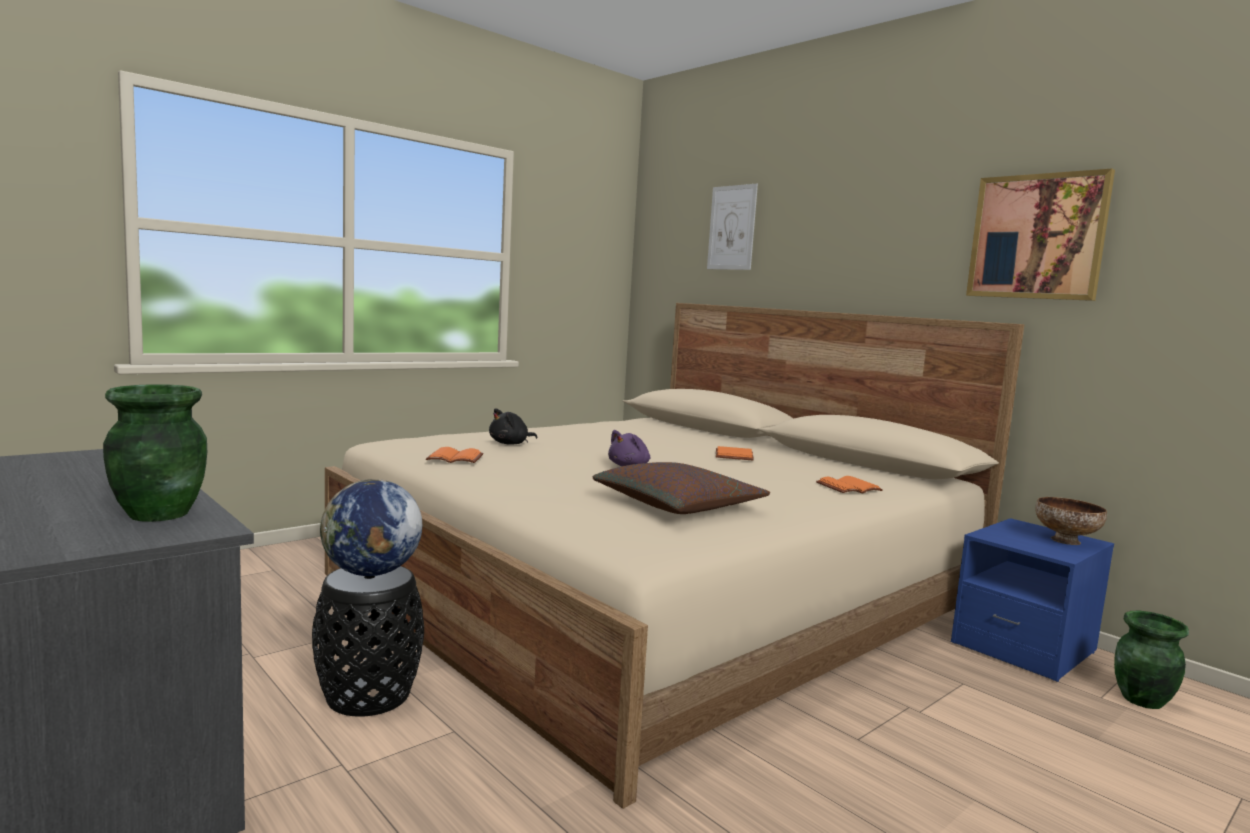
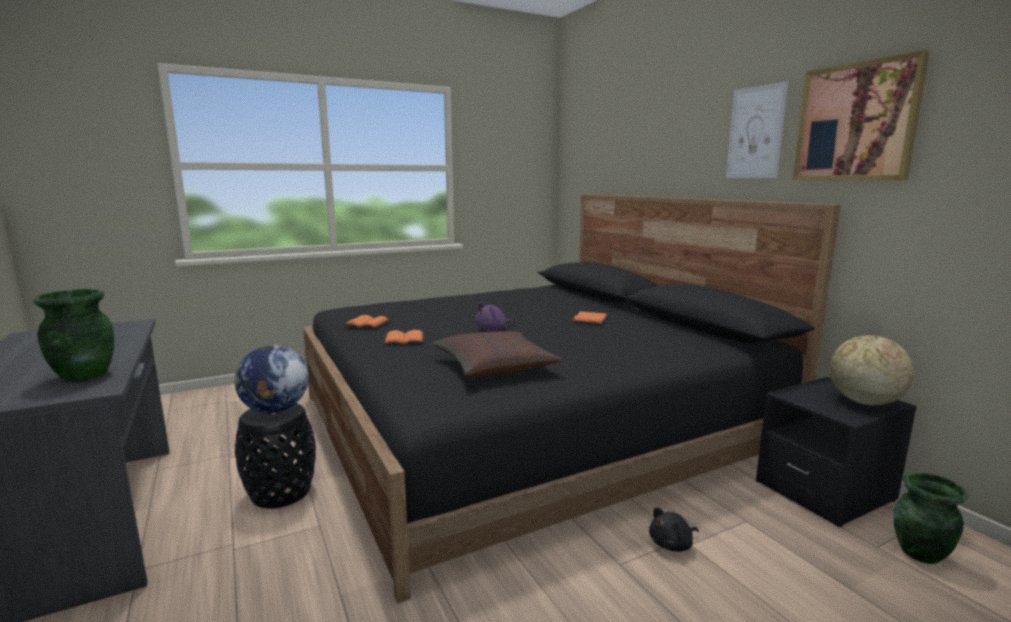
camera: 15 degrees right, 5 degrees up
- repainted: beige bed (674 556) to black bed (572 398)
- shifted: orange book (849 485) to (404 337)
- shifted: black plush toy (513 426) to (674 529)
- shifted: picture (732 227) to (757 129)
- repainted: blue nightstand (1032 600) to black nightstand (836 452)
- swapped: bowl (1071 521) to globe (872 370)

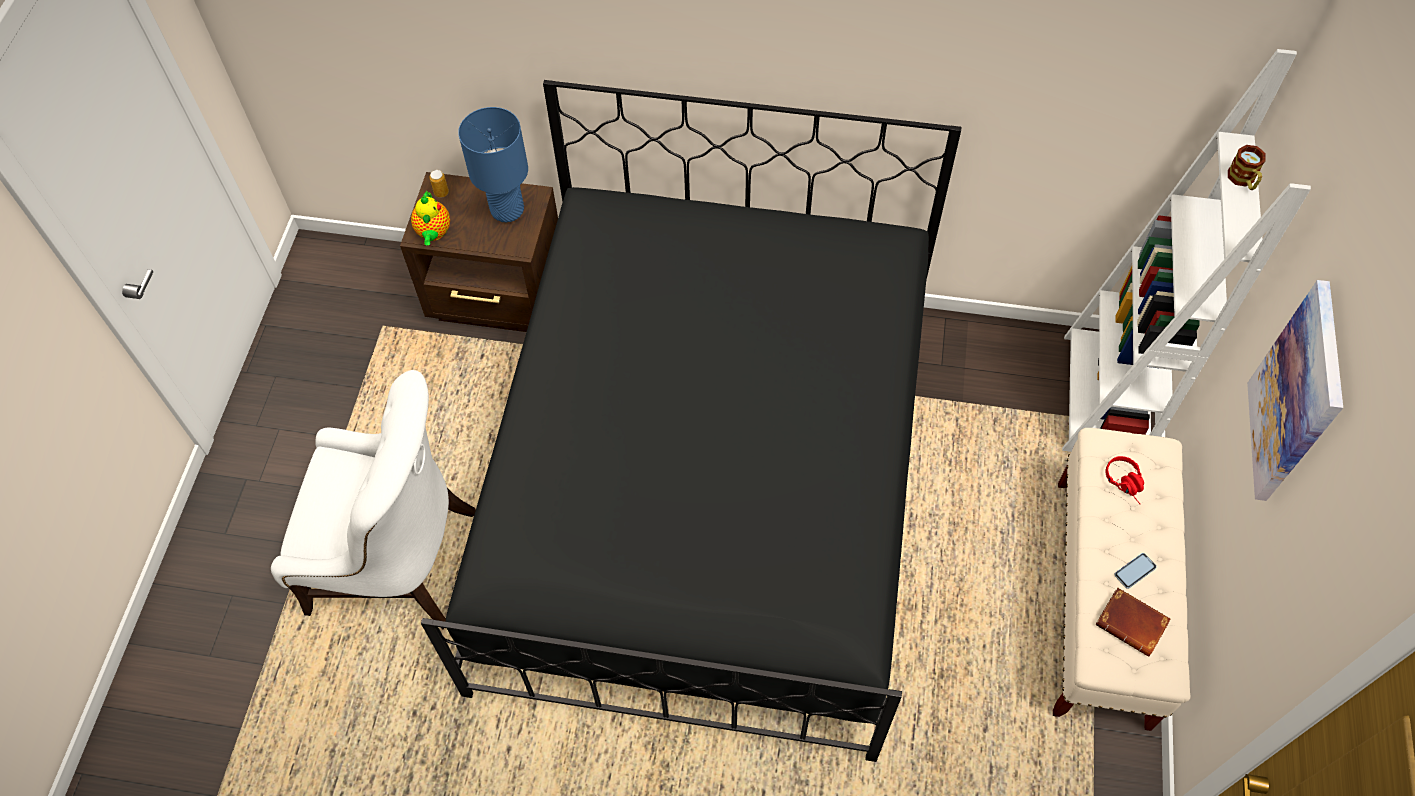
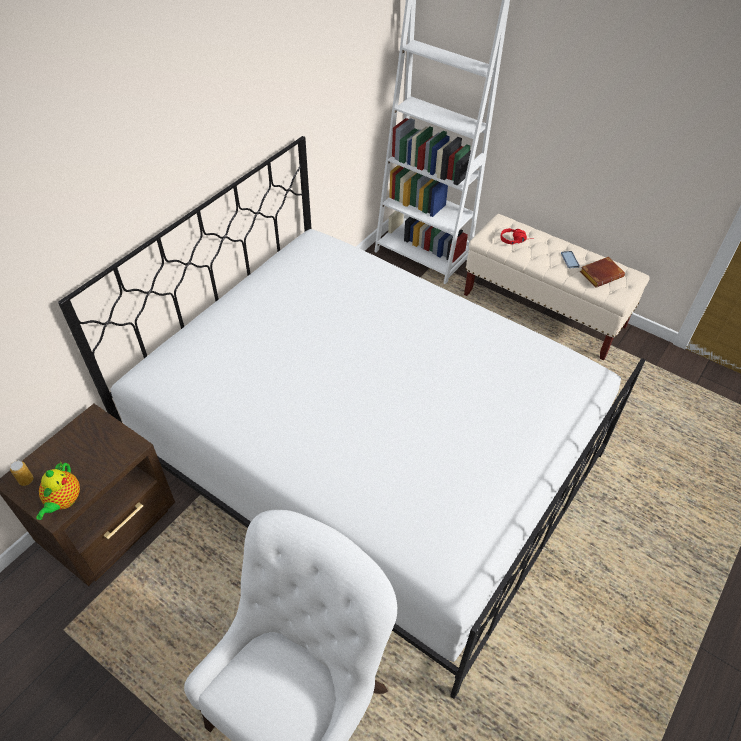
camera: 65 degrees left, 10 degrees down
- rotated: teapot (430 217) = (58 491) 75 degrees clockwise
- repainted: black bed (691 421) to white bed (352 417)
- gone: blue table lamp (493 165)
- gone: mug (1246 167)
- gone: picture (1295 390)

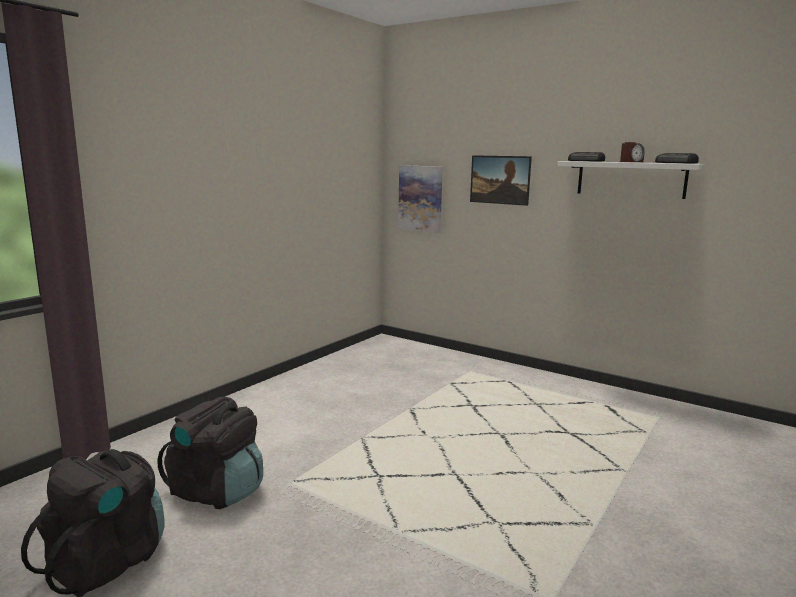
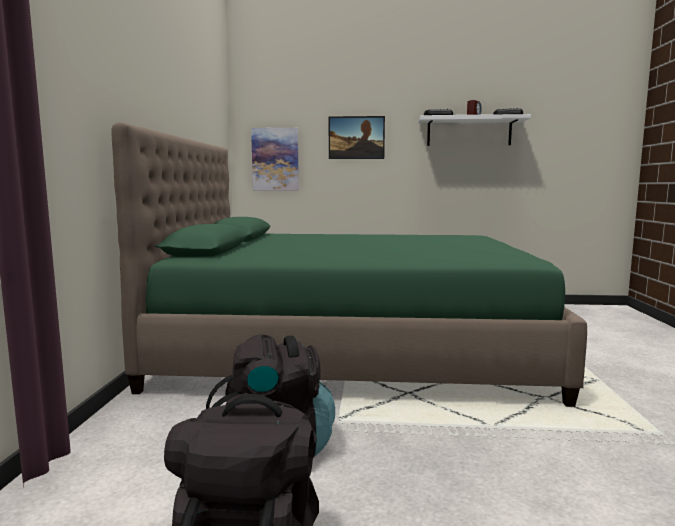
camera: 30 degrees left, 5 degrees down
- new: green bed (349 264)

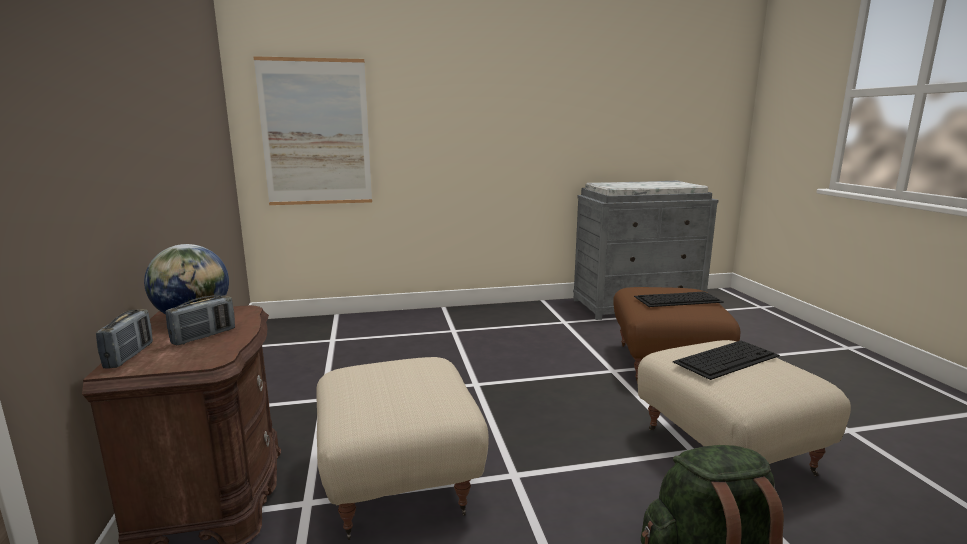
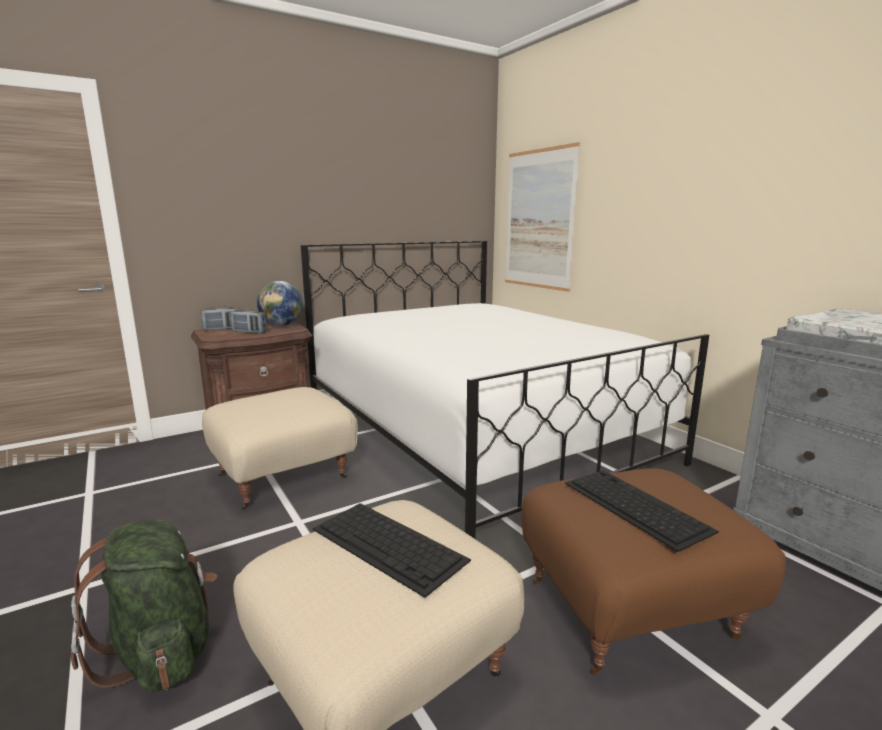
camera: 70 degrees right, 0 degrees up
- new: white bed (505 390)

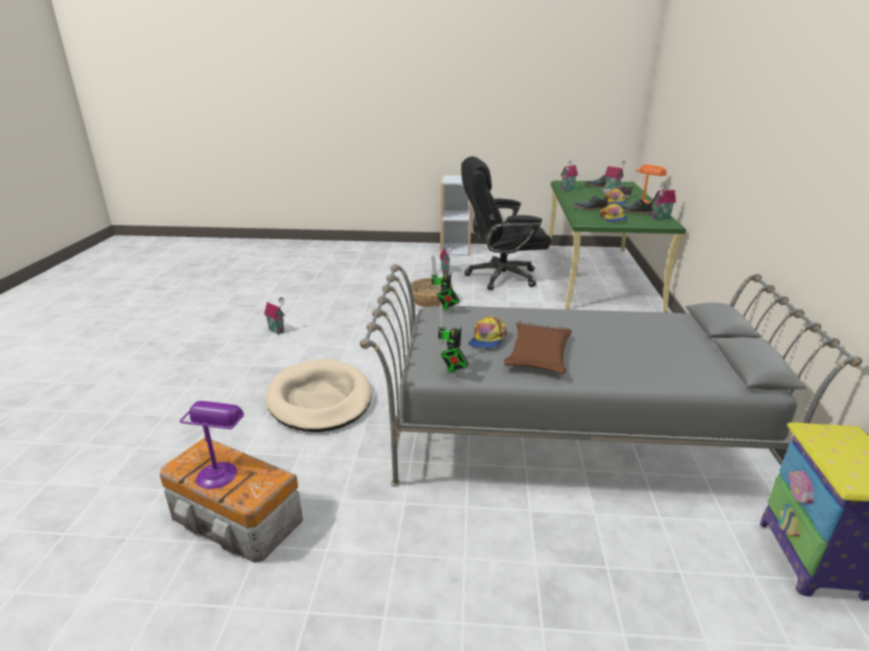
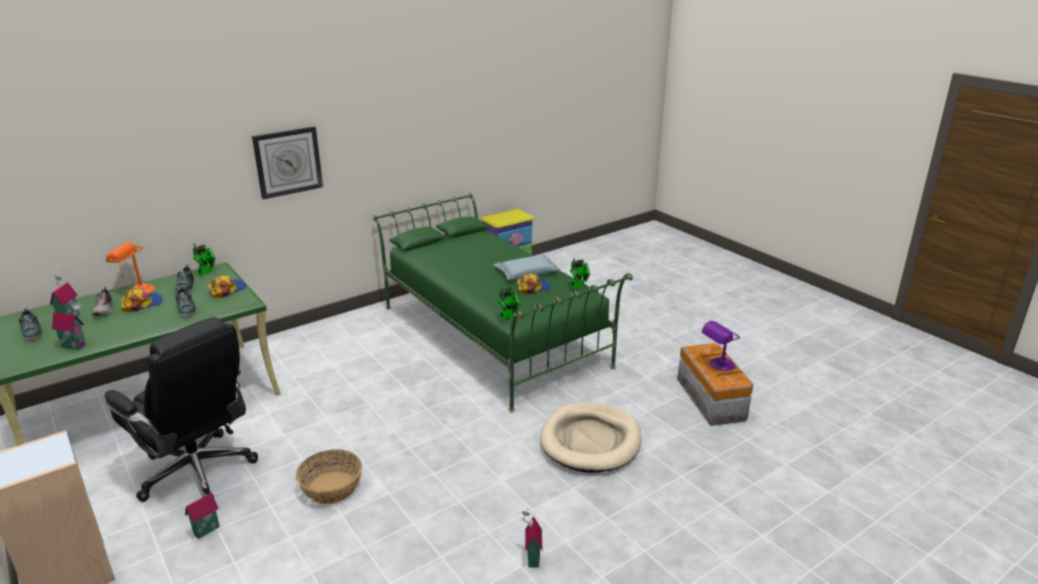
camera: 130 degrees left, 0 degrees up
- swapped: toy house (664 202) to toy robot (204 259)
- new: wall clock (287 162)
- repainted: grey bed (611 375) to green bed (503 302)
- repainted: brown pillow (538 347) to blue pillow (526 267)

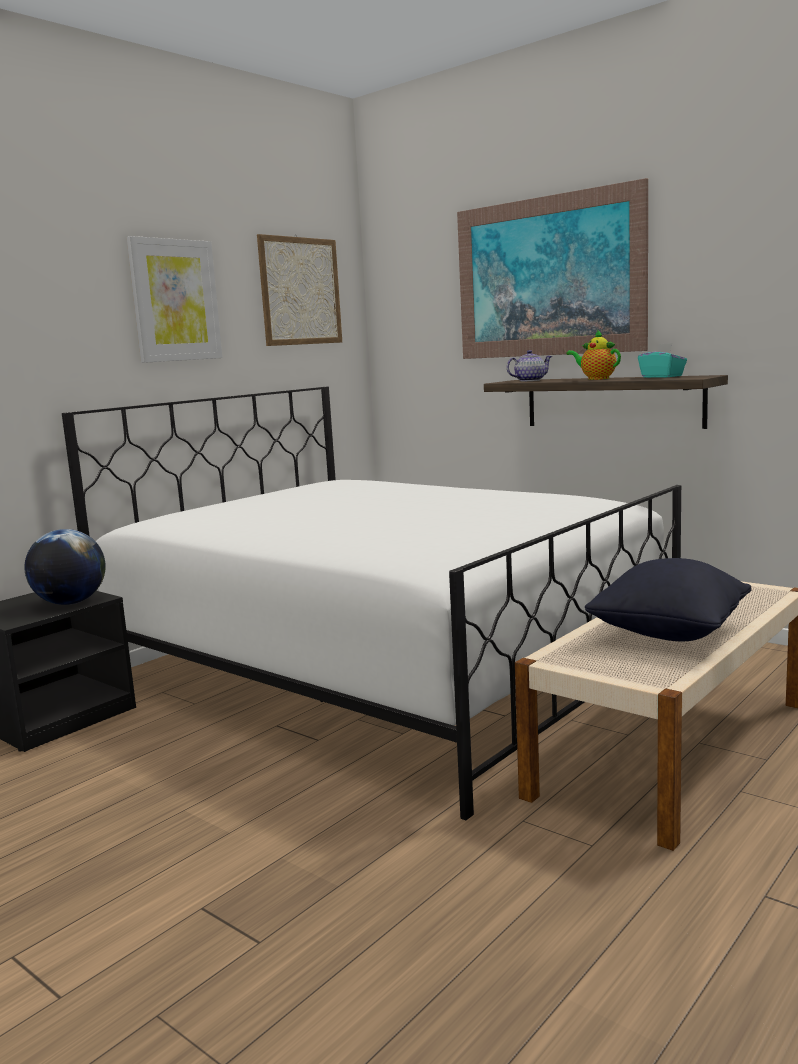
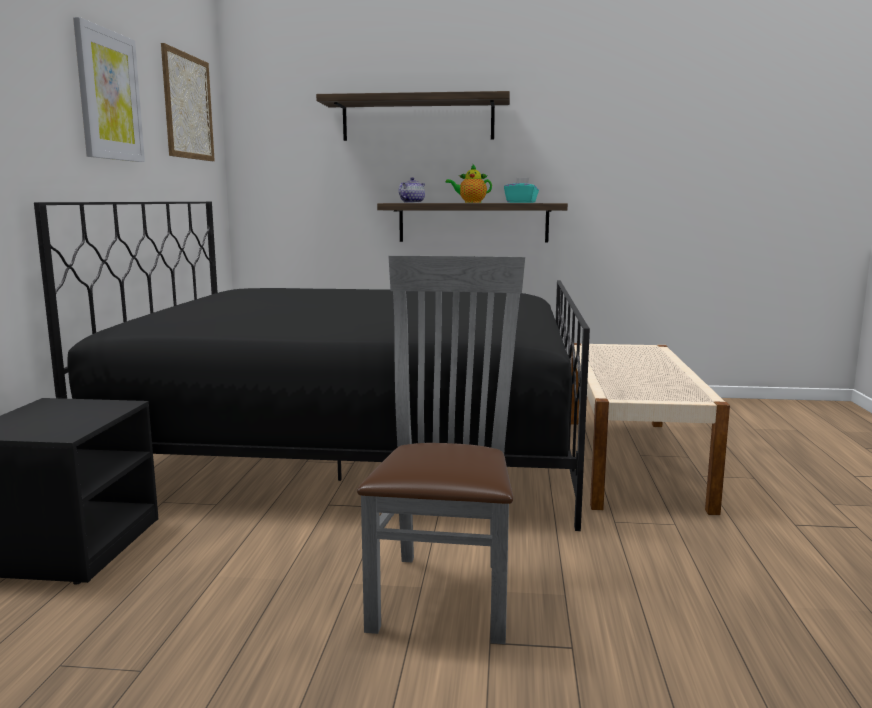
camera: 35 degrees left, 0 degrees up
- repainted: white bed (371 604) to black bed (312 366)
- swapped: picture (552 268) to shelf (413 116)
- new: grey chair (441 450)
- gone: globe (65 567)
- gone: black pillow (668 599)

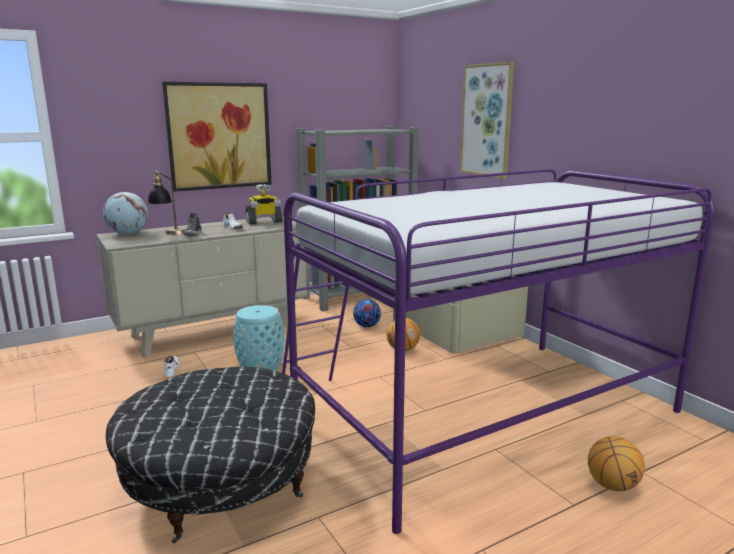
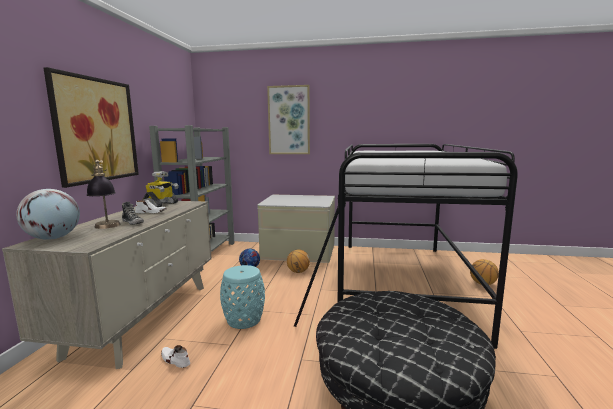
camera: 50 degrees left, 5 degrees down
- repainted: purple bed (498 351) to black bed (406 246)

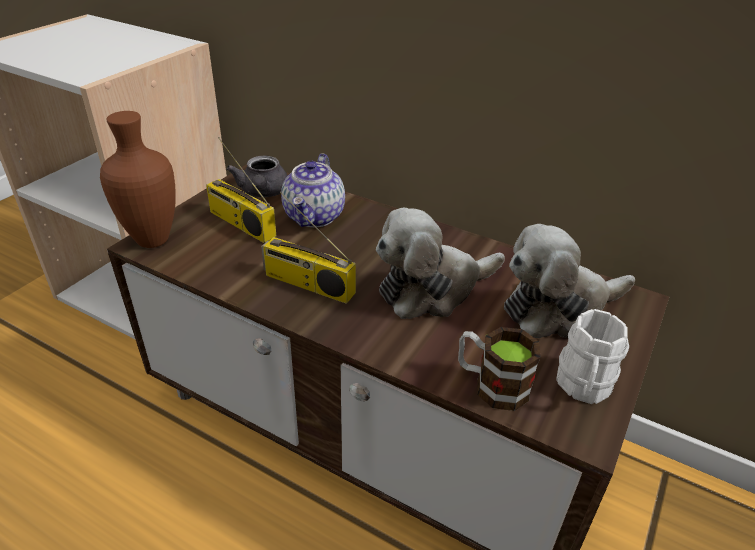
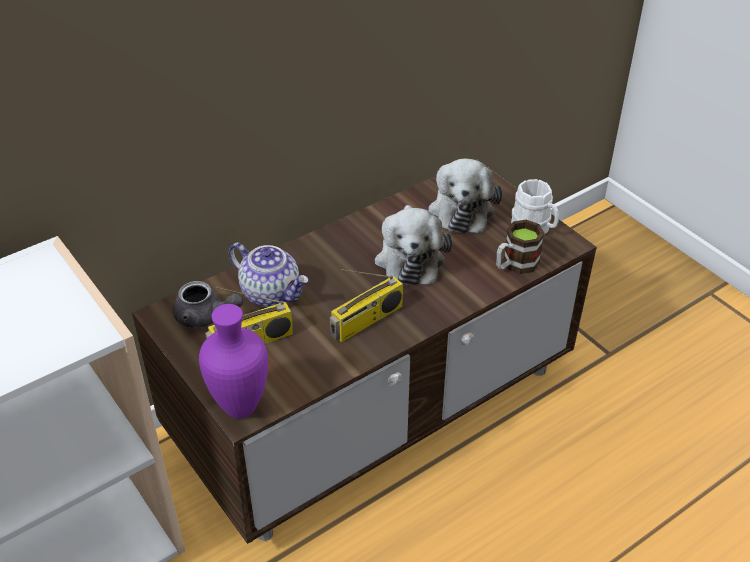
camera: 65 degrees left, 5 degrees up
- repainted: brown vase (138 179) to purple vase (233 361)

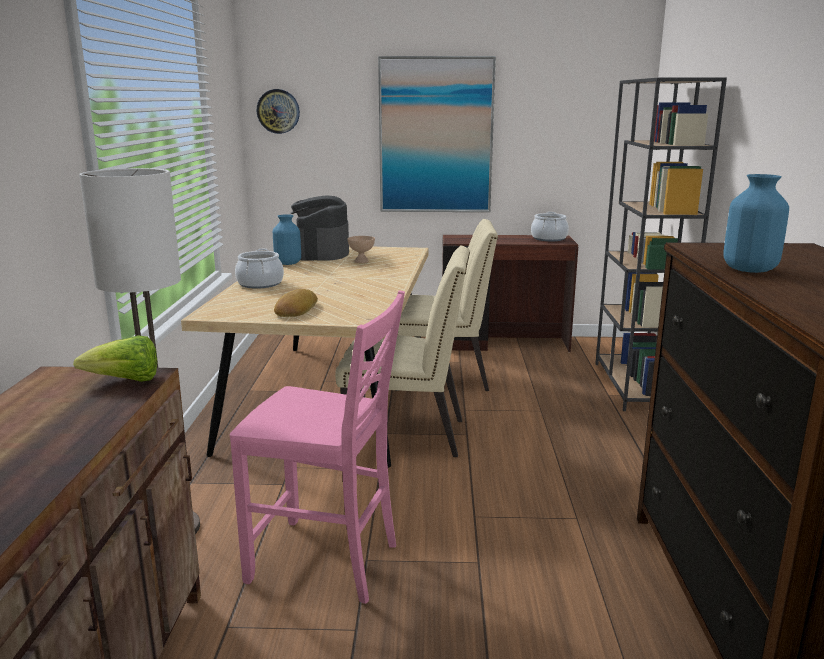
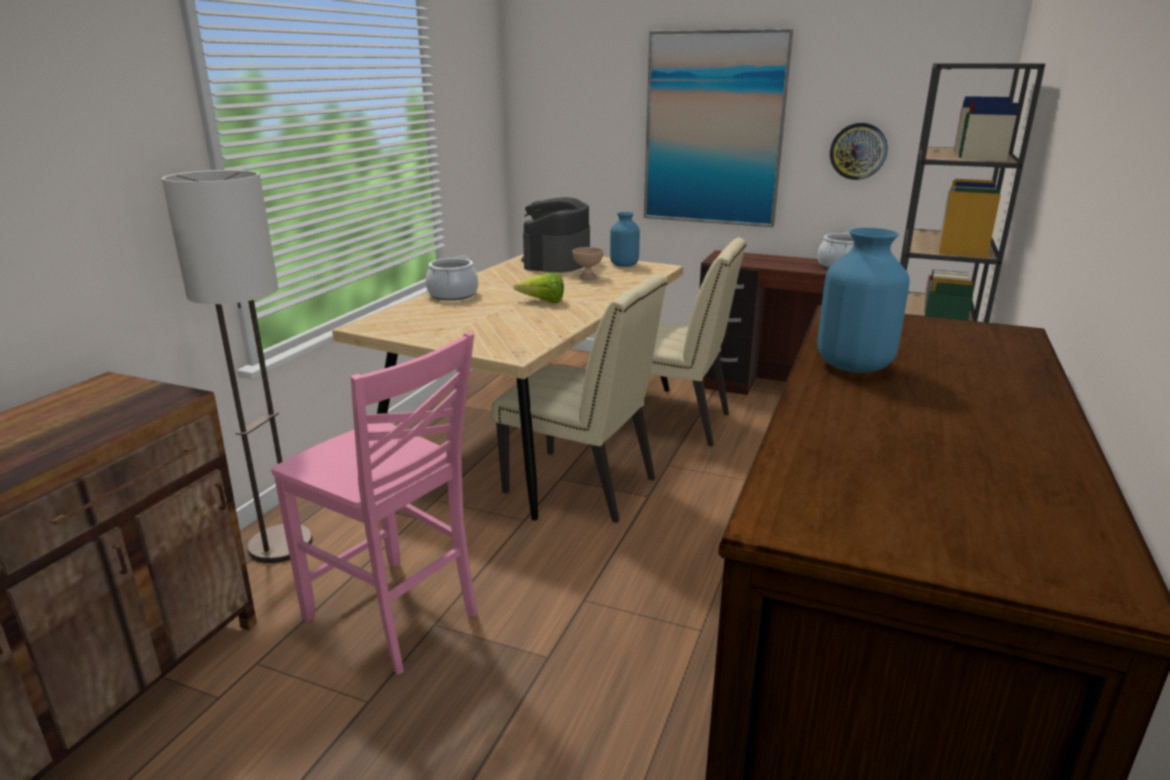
camera: 20 degrees right, 5 degrees up
- shifted: lettuce (115 358) to (539 288)
- shifted: blue vase (287 239) to (625 239)
- shifted: wall clock (278 111) to (859 151)
- gone: bread (296 303)

